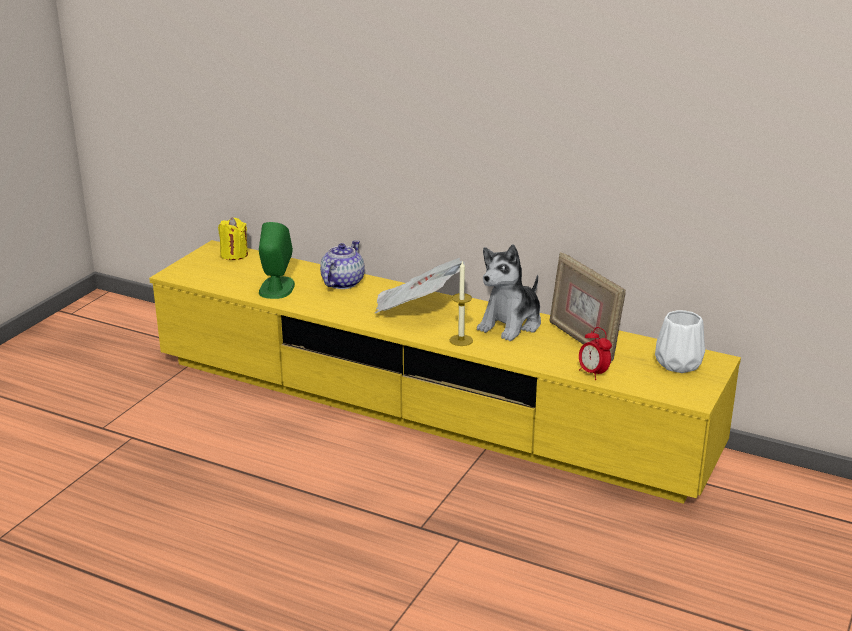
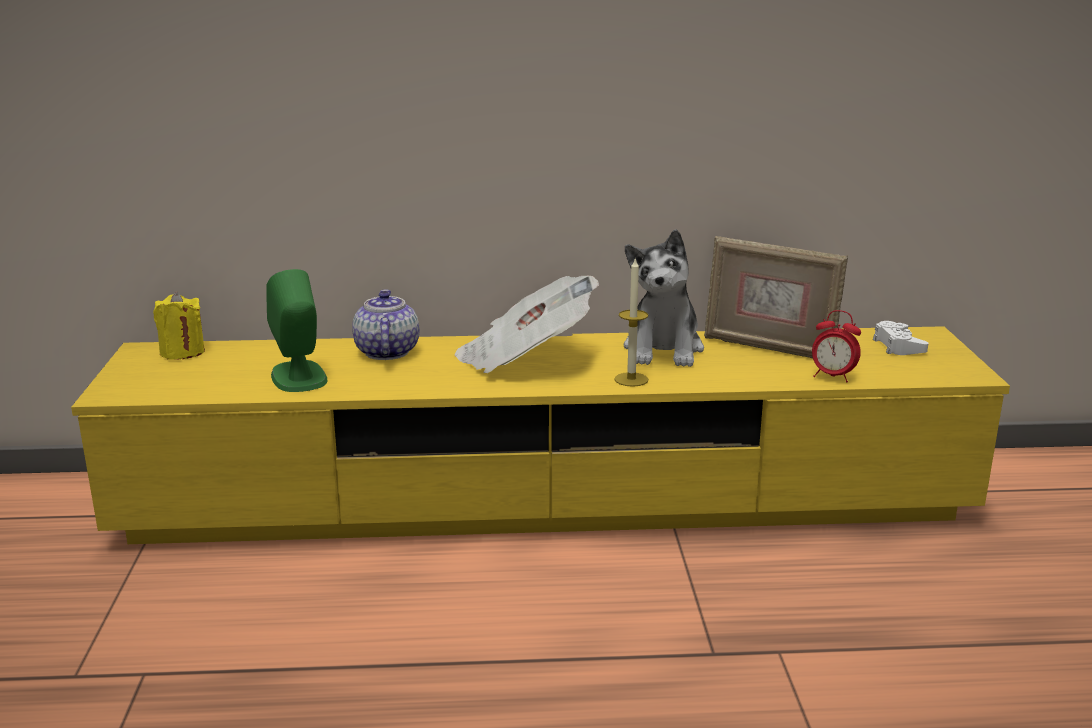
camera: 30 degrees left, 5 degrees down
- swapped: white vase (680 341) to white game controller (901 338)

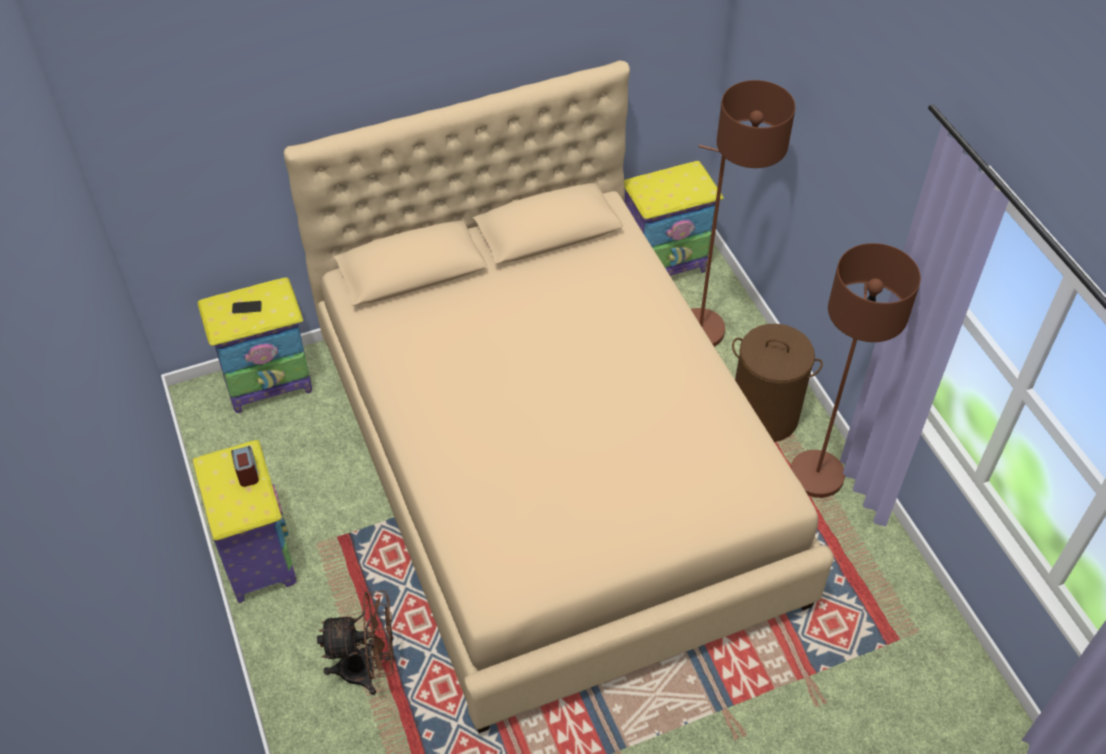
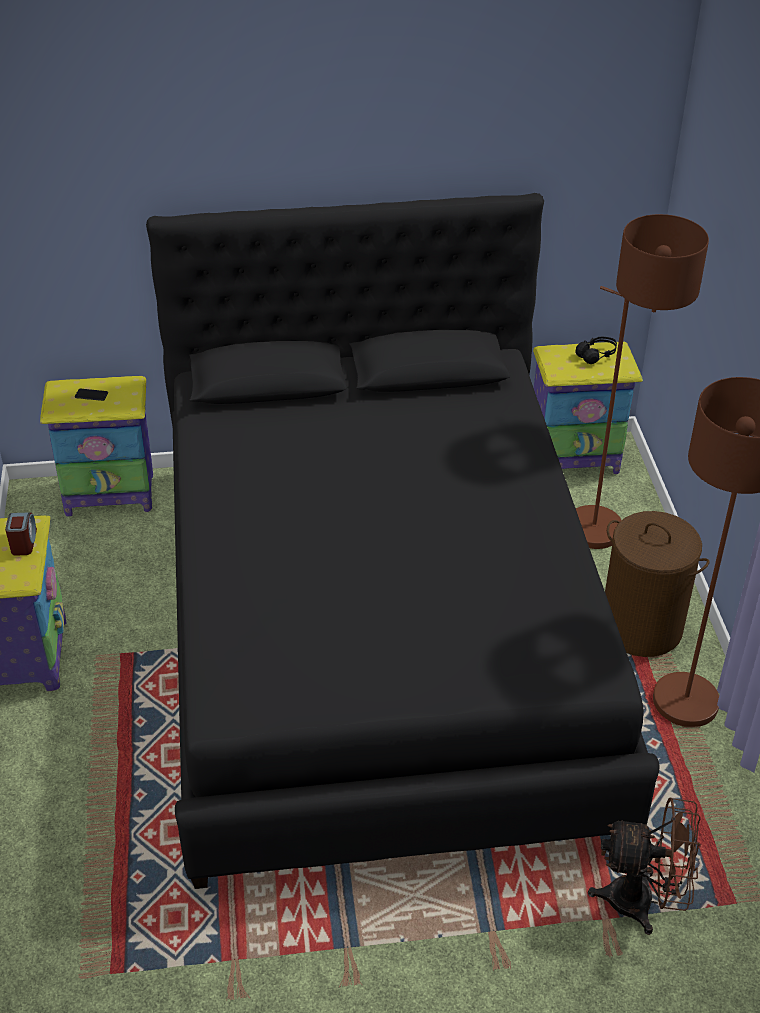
camera: 15 degrees right, 10 degrees down
- repainted: beige bed (559 396) to black bed (403 541)
- new: black headphones (596 350)
- shifted: brown fan (355 643) to (644 866)

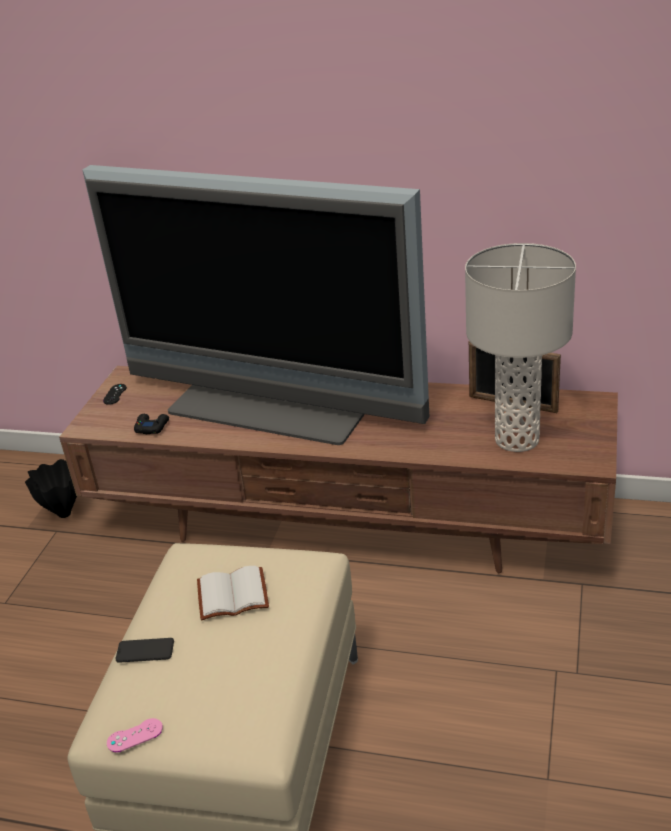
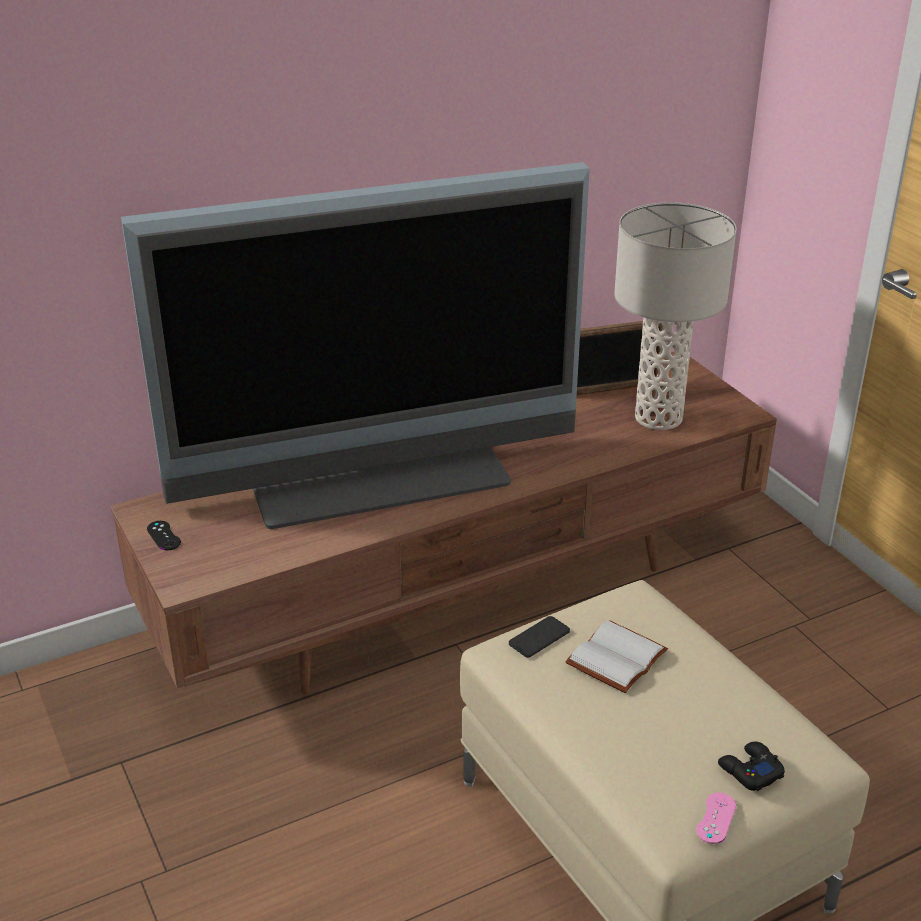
camera: 45 degrees left, 0 degrees up
- shifted: phone (144 650) to (539 636)
- shifted: black game controller (151 424) to (751 766)
- gone: black vase (51 488)

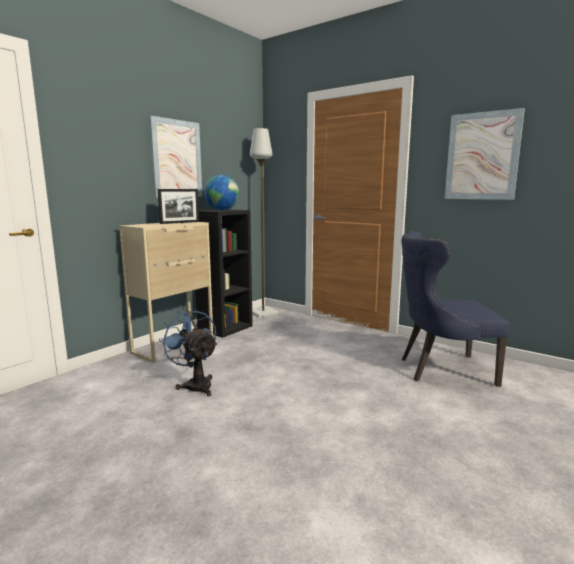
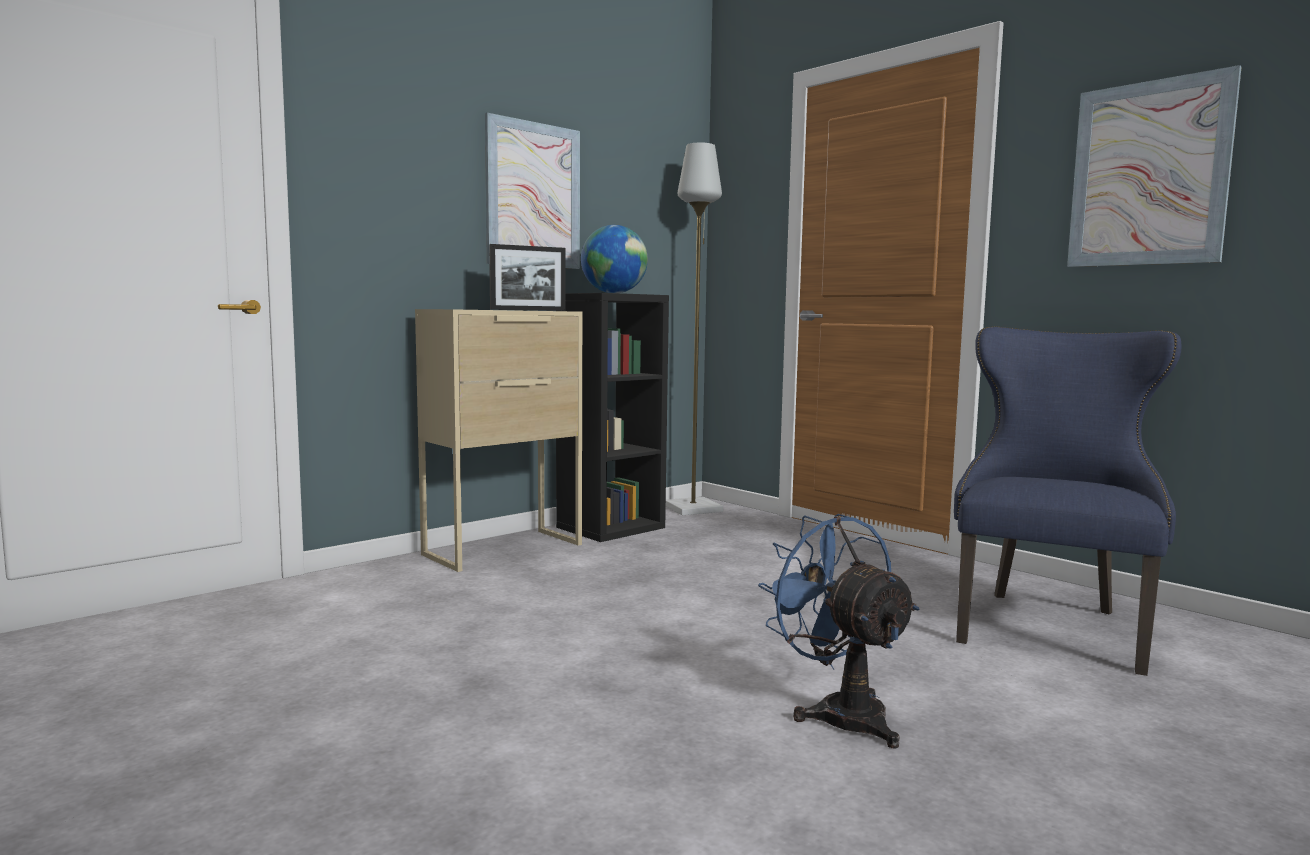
camera: 10 degrees right, 5 degrees down
- shifted: blue fan (188 352) to (838 631)
- rotated: blue chair (456 309) = (1067 501) 105 degrees clockwise

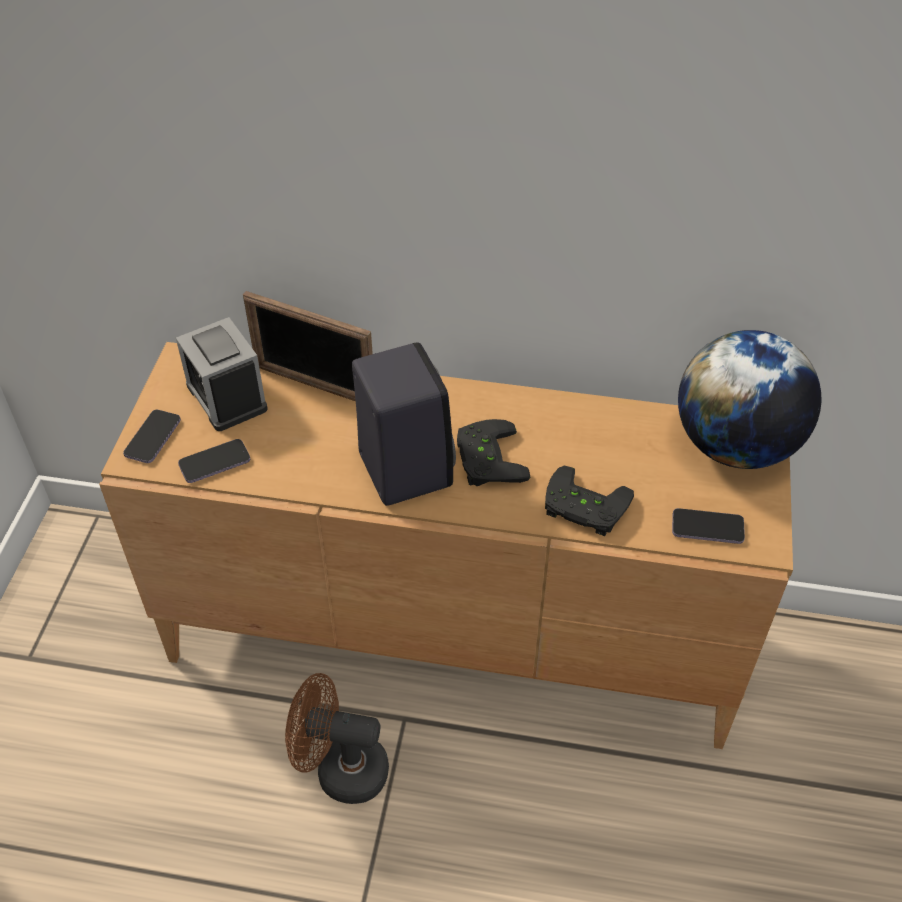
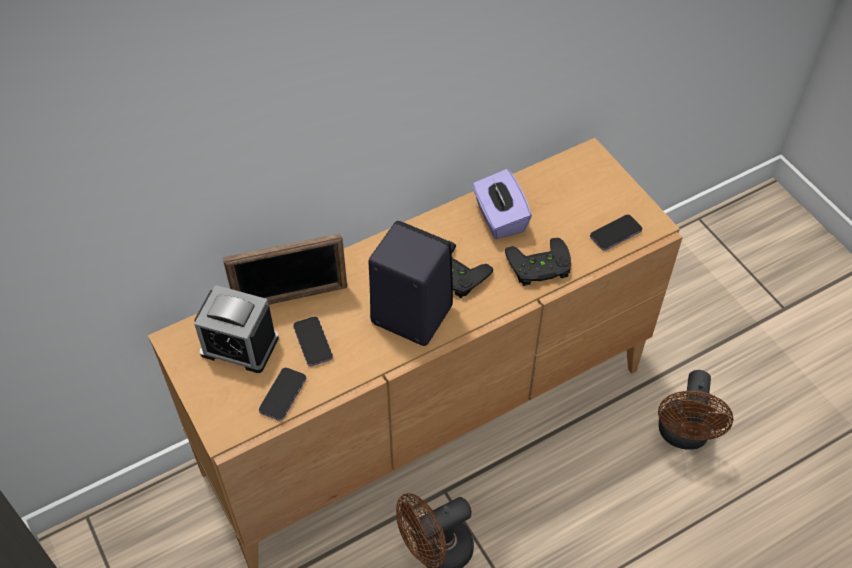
camera: 40 degrees left, 5 degrees up
- shifted: phone (152 436) to (313 341)
- new: purple tissue box (502 204)
- new: brown fan (695 410)
- gone: globe (749 399)

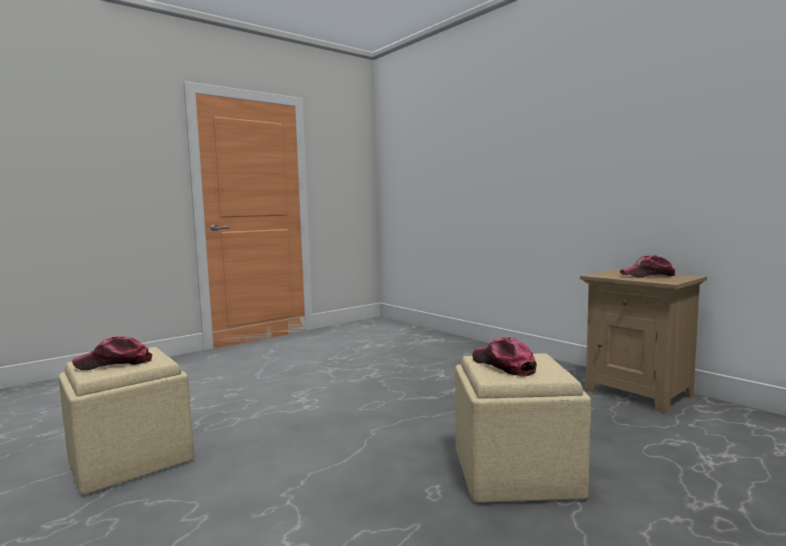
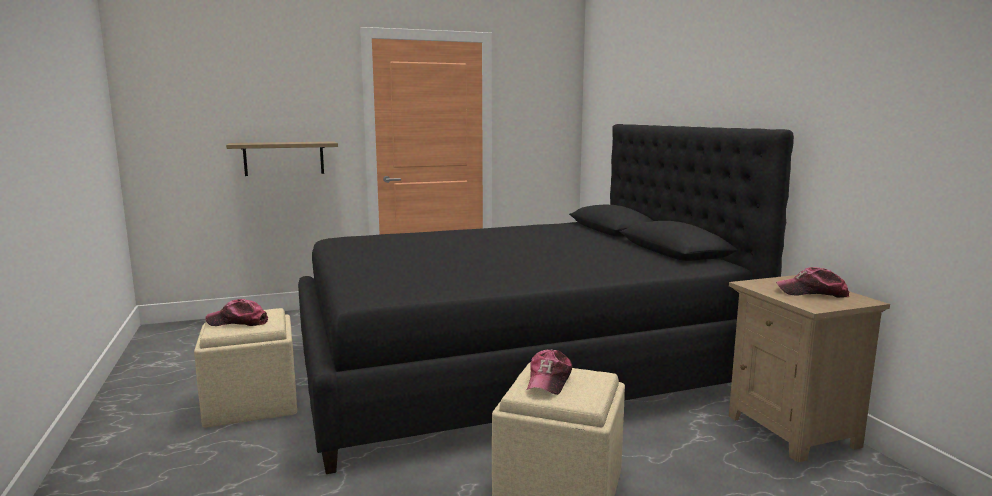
camera: 20 degrees right, 5 degrees up
- new: shelf (282 158)
- new: black bed (546 299)
- rotated: cap (504 356) = (549 372) 150 degrees counterclockwise

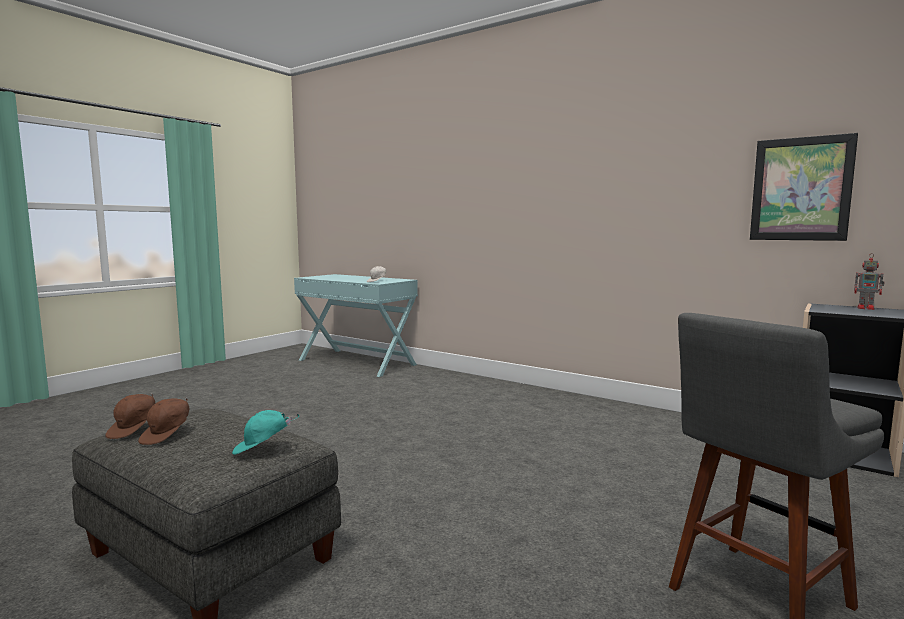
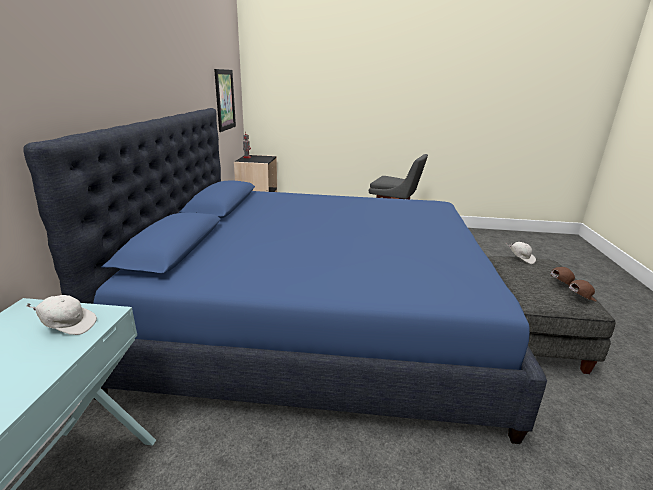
camera: 120 degrees left, 15 degrees up
- new: blue bed (285 276)
- repainted: turquoise cap (265 432) to white cap (520 253)

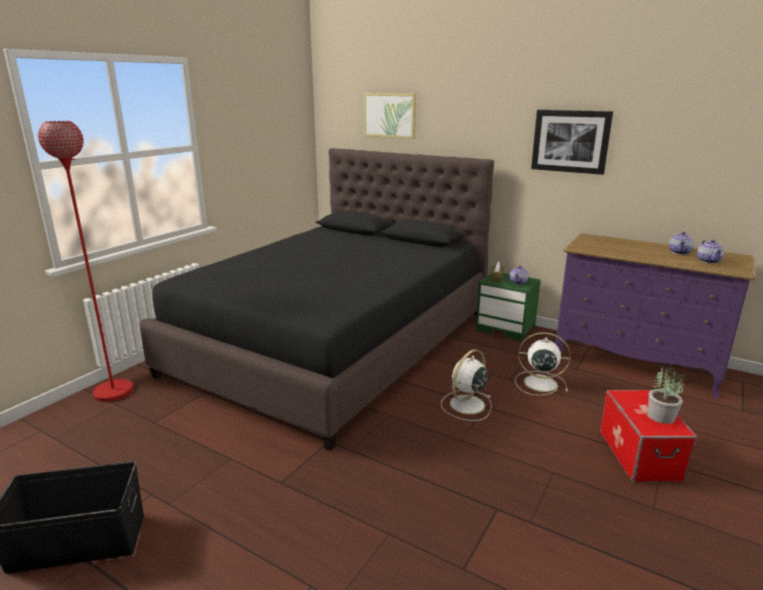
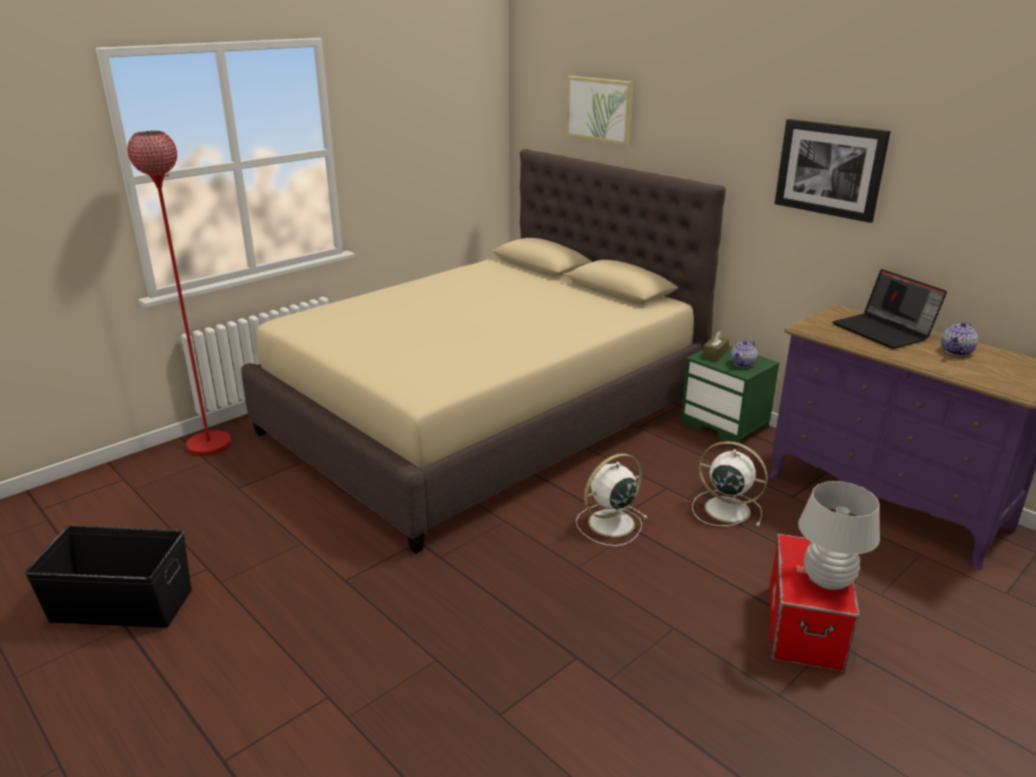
camera: 15 degrees right, 5 degrees up
- repainted: black bed (316 299) to beige bed (483 351)
- swapped: potted plant (666 394) to white table lamp (839 535)
- new: laptop (889 309)
- gone: teapot (710 251)

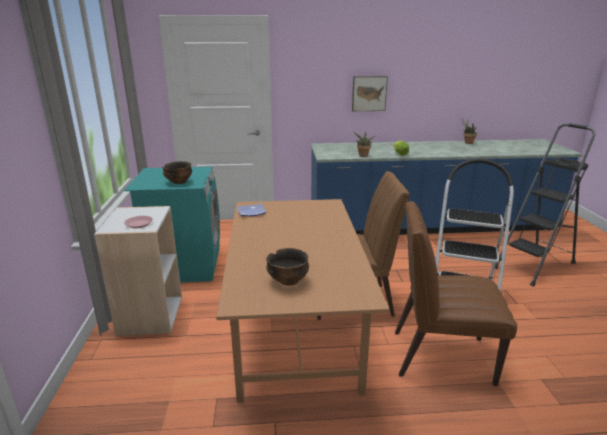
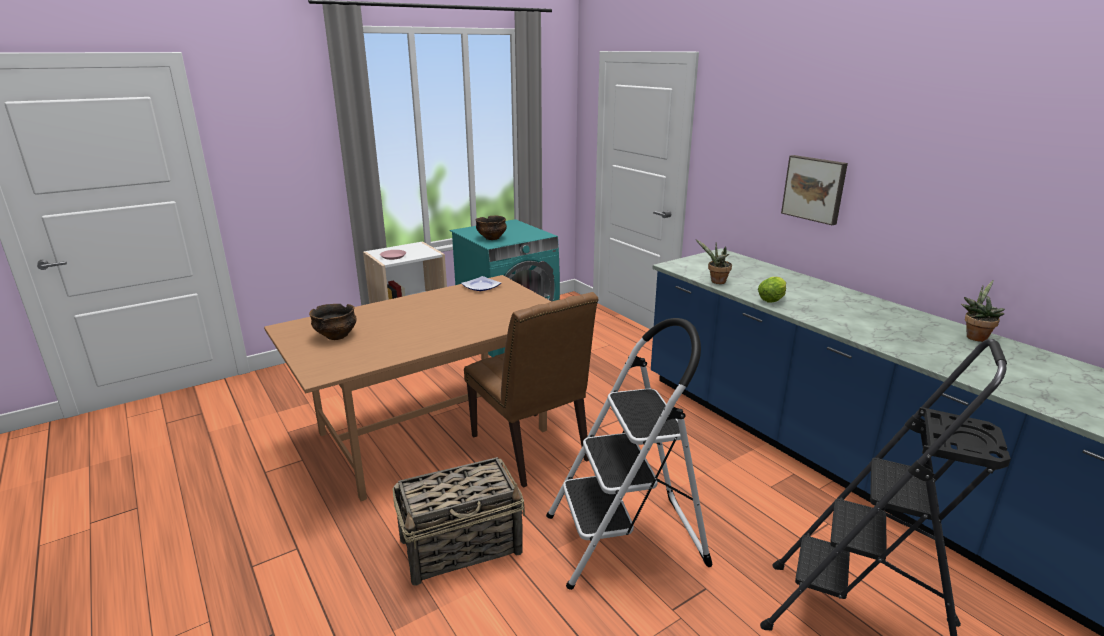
camera: 60 degrees right, 0 degrees up
- swapped: brown chair (456 294) to basket (458 521)

